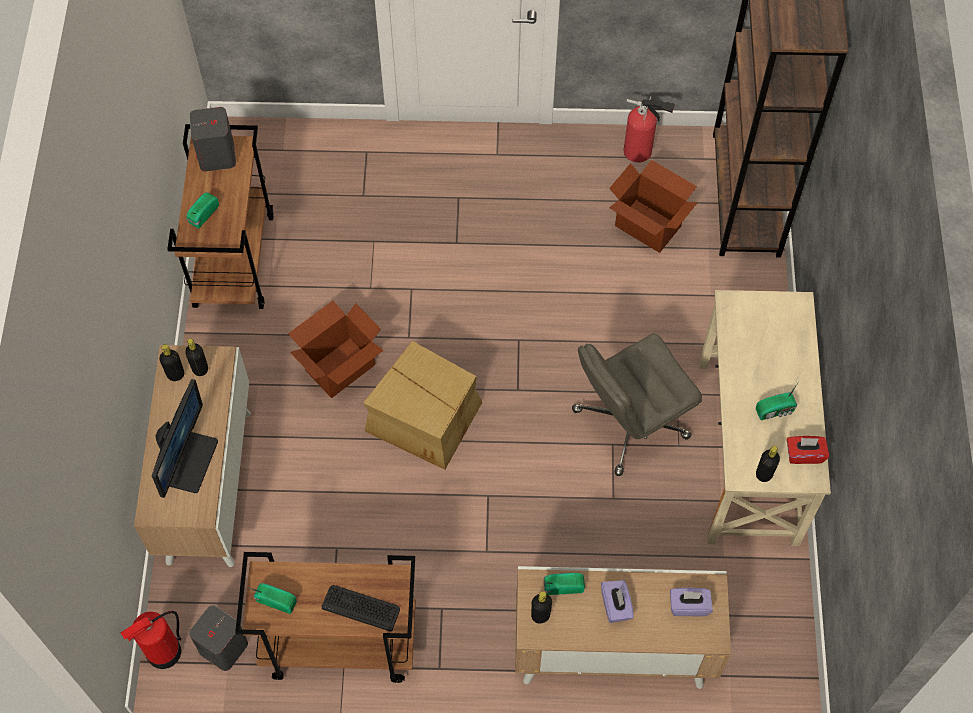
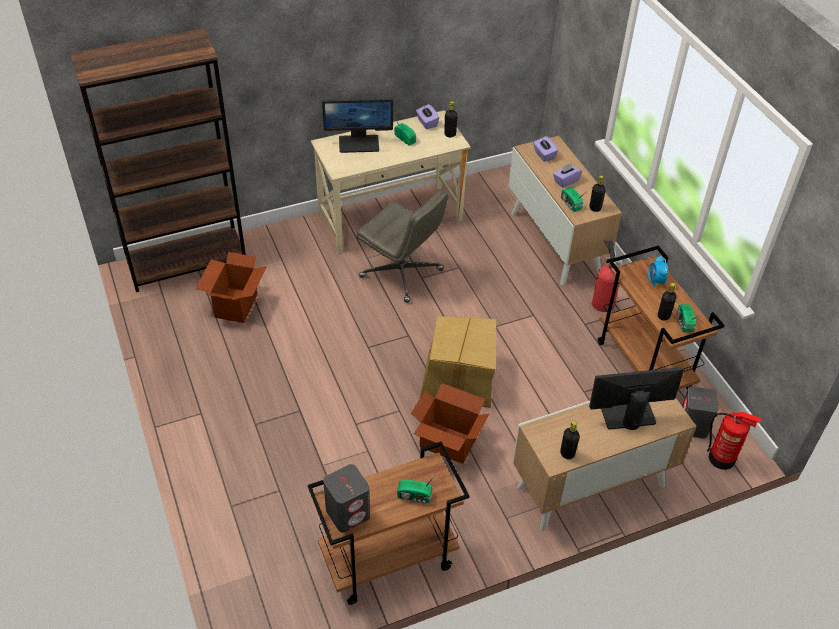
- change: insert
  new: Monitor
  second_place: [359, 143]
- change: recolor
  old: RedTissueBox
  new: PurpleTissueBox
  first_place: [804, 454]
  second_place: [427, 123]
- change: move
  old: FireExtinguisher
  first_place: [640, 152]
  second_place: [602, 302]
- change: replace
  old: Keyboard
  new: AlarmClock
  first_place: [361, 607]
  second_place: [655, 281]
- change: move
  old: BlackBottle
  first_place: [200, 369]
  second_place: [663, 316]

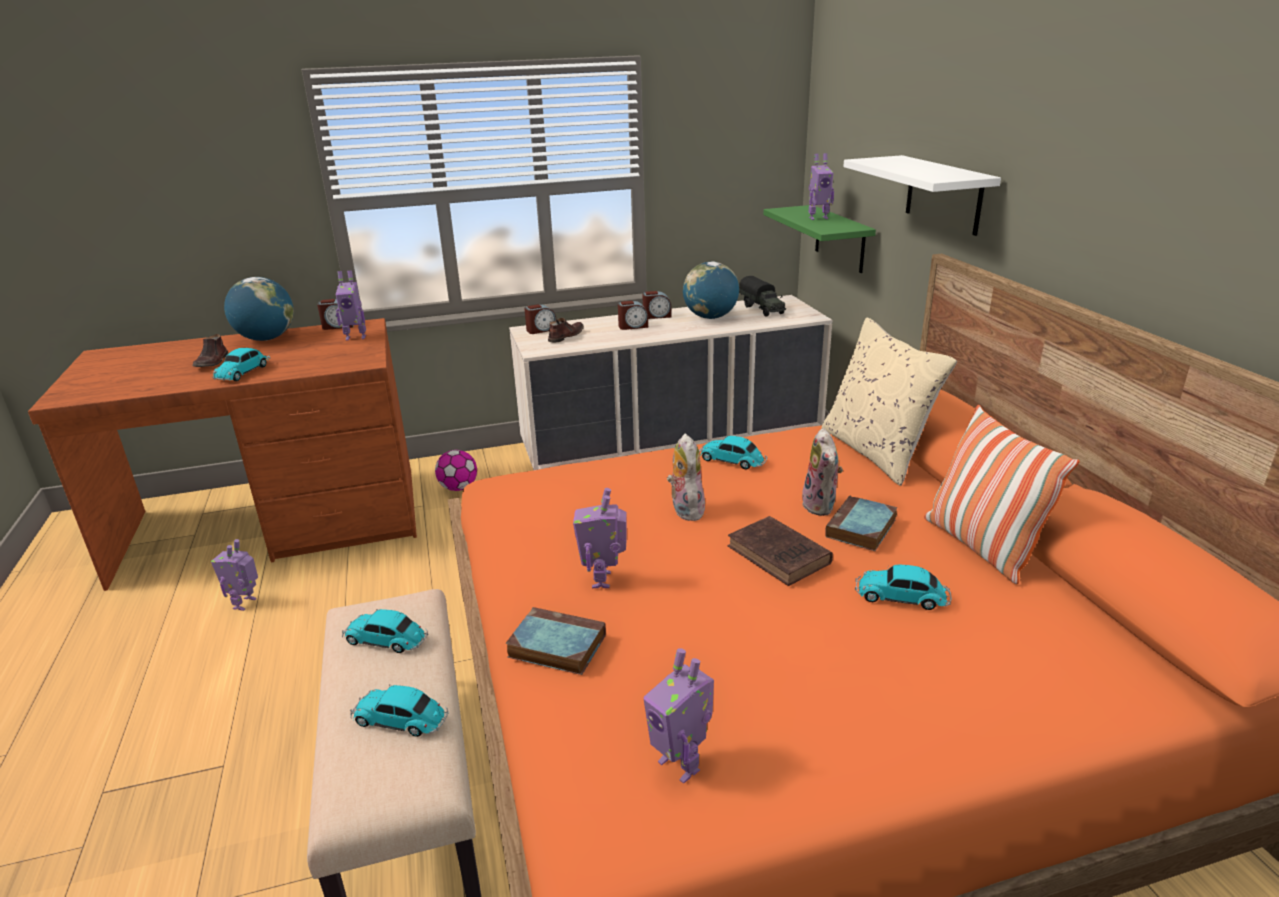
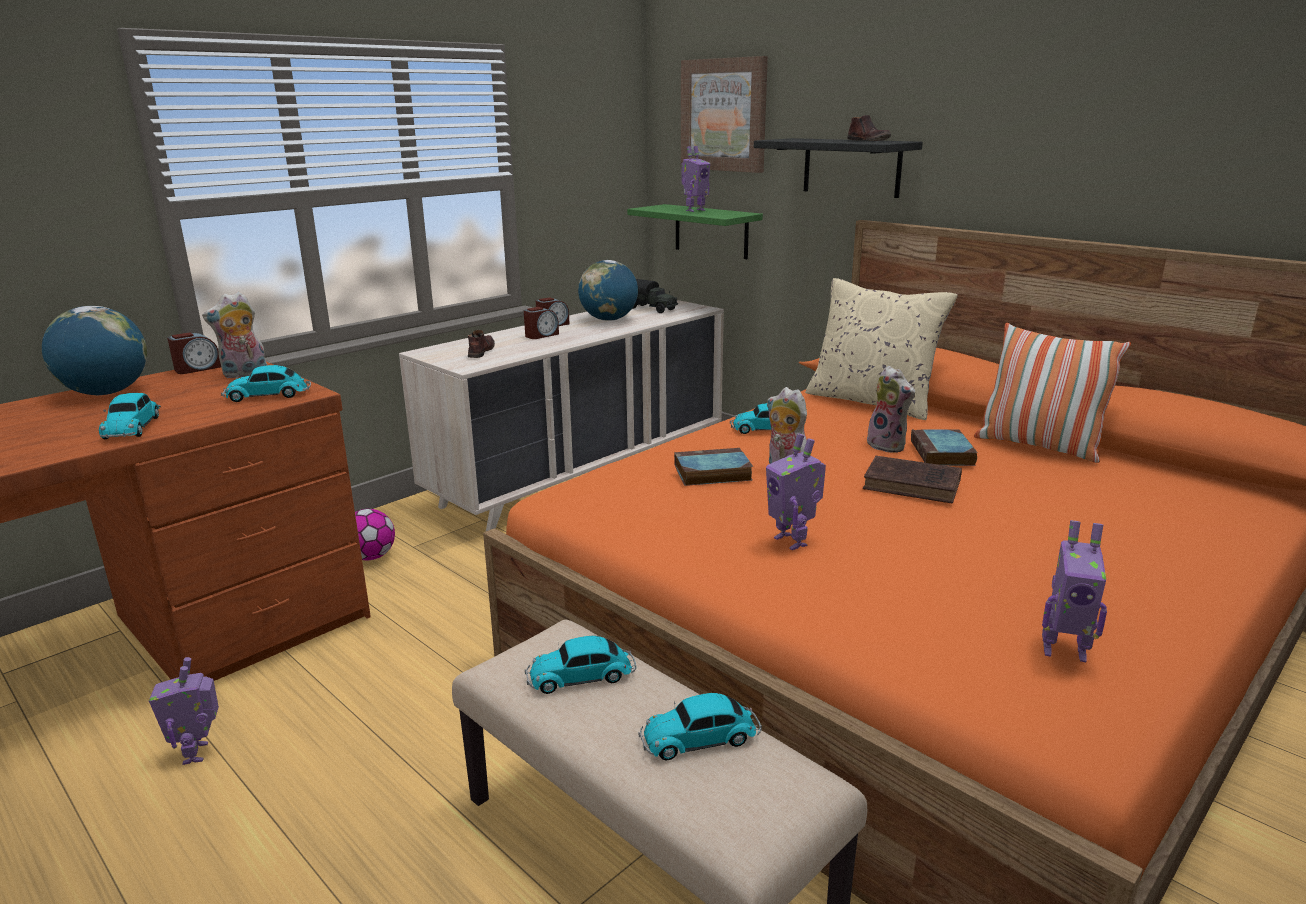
- change: replace
  old: ToyRobot
  new: PlushToy
  first_place: [356, 337]
  second_place: [244, 375]
- change: move
  old: ToyCar
  first_place: [903, 597]
  second_place: [269, 395]
- change: move
  old: Book
  first_place: [554, 646]
  second_place: [711, 473]
- change: insert
  new: Picture
  second_place: [724, 115]
- change: recolor
  old: WhiteShelf
  new: BlackShelf
  first_place: [943, 194]
  second_place: [851, 167]
- change: move
  old: BrownShoe
  first_place: [212, 362]
  second_place: [869, 140]
- change: delete
  old: AlarmClock
  first_place: [541, 330]

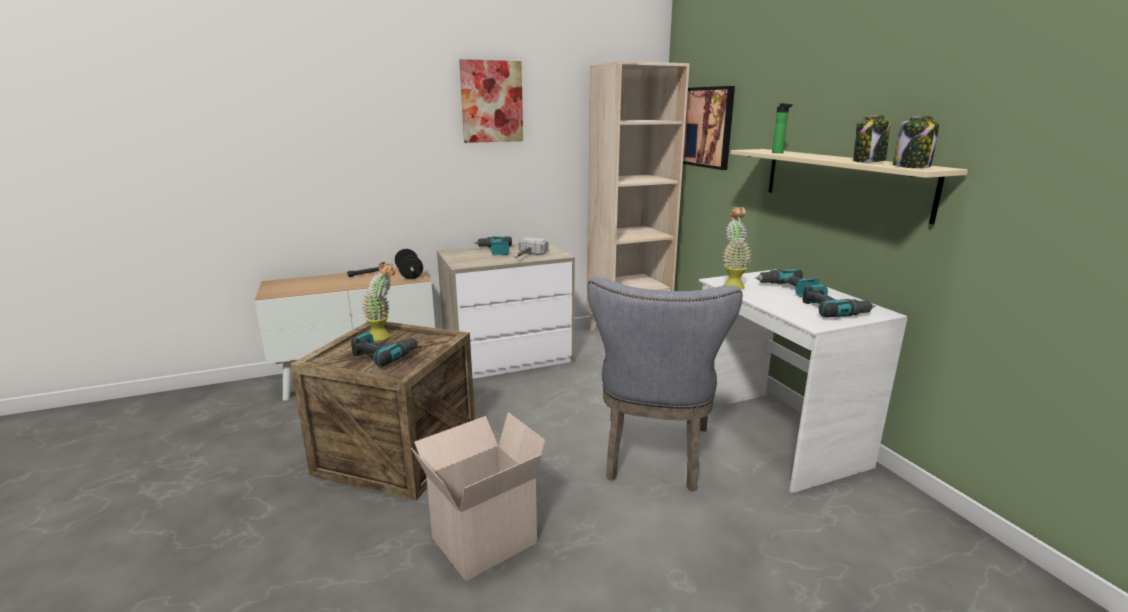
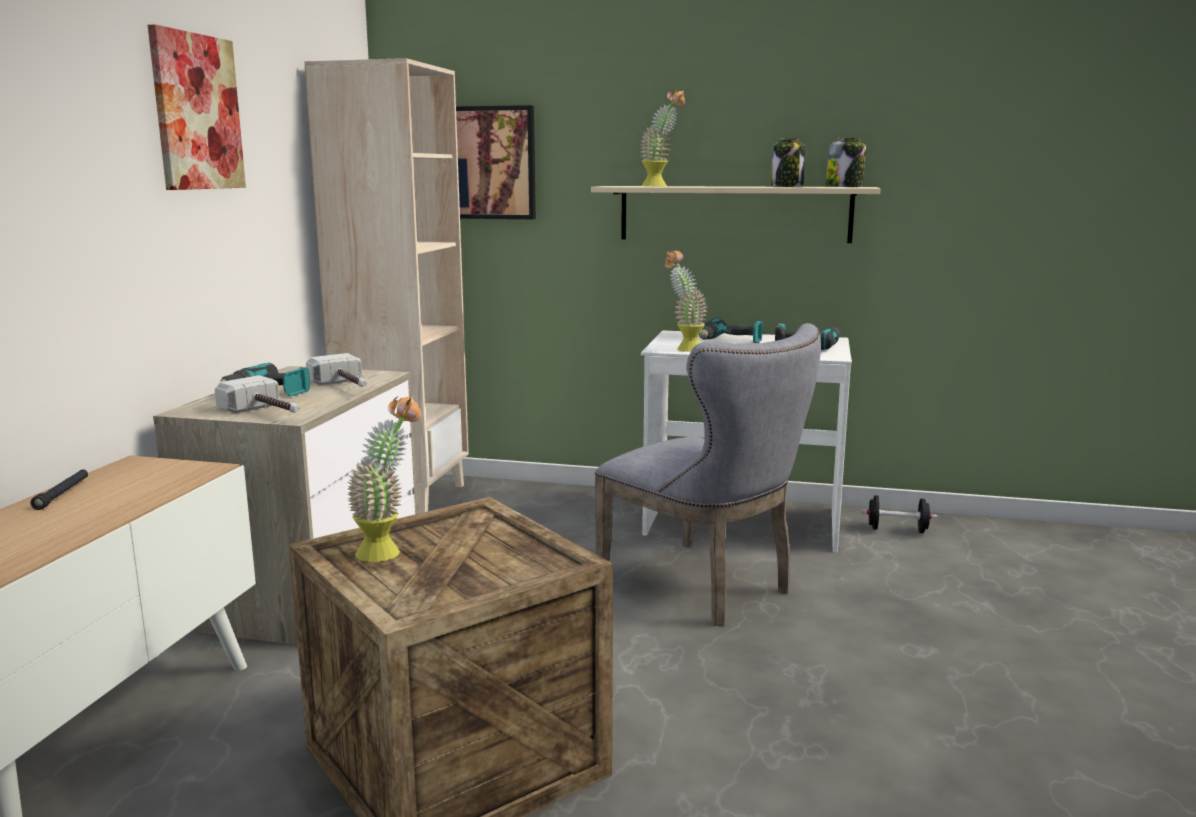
- change: insert
  new: Hammer
  second_place: [268, 413]
- change: replace
  old: Bottle
  new: PottedPlant
  first_place: [778, 153]
  second_place: [661, 186]
- change: move
  old: BlackDumbbell
  first_place: [409, 274]
  second_place: [897, 530]
- change: delete
  old: PowerDrill
  first_place: [384, 355]
- change: delete
  old: CardboardBox
  first_place: [484, 538]

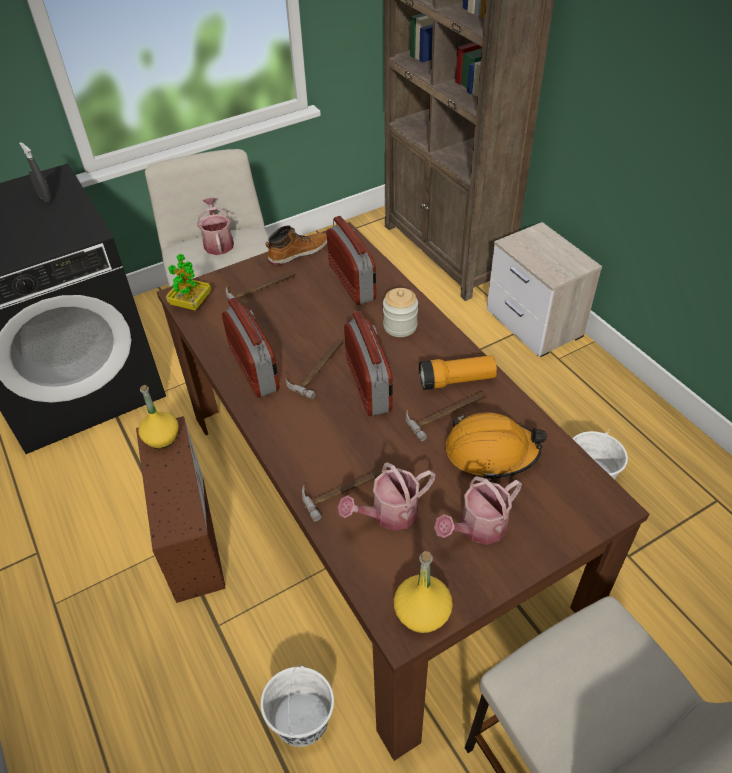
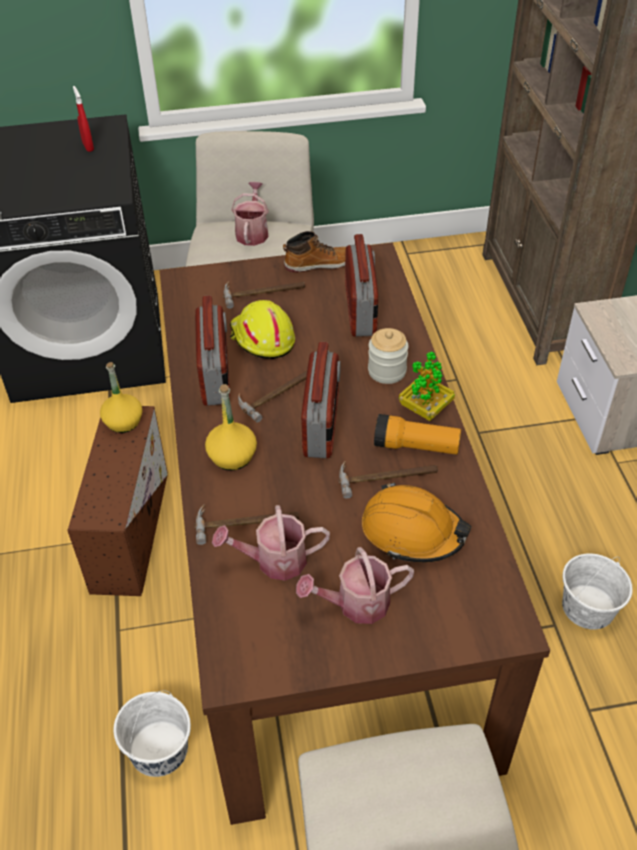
- change: recolor
  old: GreySprayBottle
  new: RedSprayBottle
  first_place: [45, 198]
  second_place: [88, 146]
- change: move
  old: YellowBottle
  first_place: [422, 612]
  second_place: [232, 456]
- change: insert
  new: YellowHardHat
  second_place: [261, 339]
- change: move
  old: PottedPlant
  first_place: [191, 304]
  second_place: [425, 409]

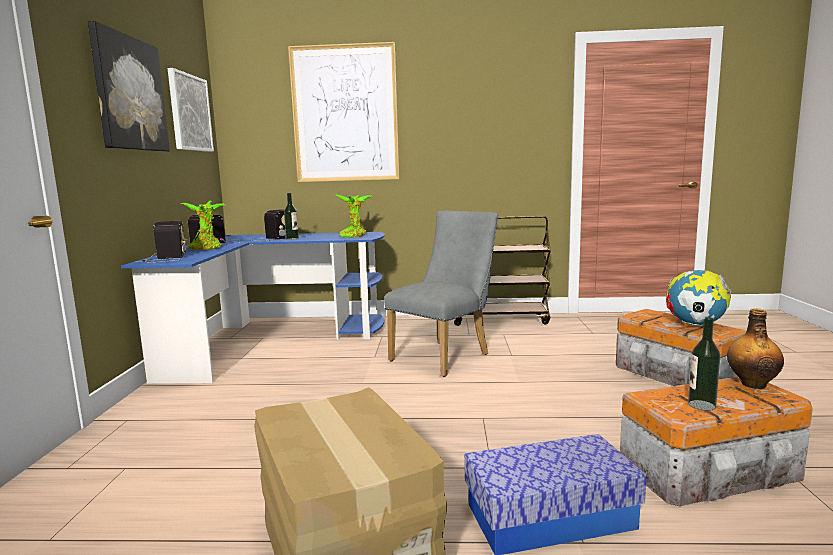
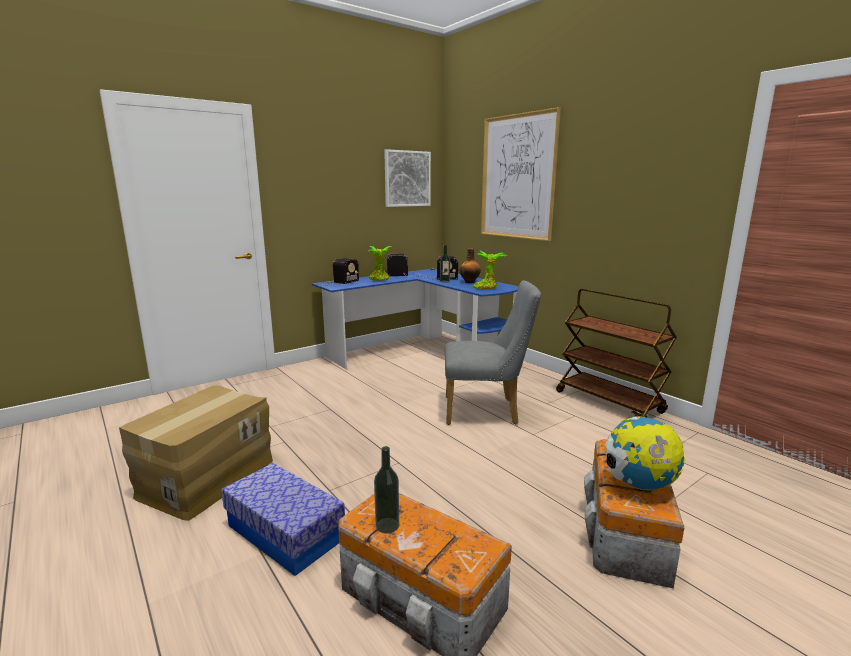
- change: move
  old: Bottle
  first_place: [752, 384]
  second_place: [470, 282]
- change: delete
  old: Picture
  first_place: [129, 94]

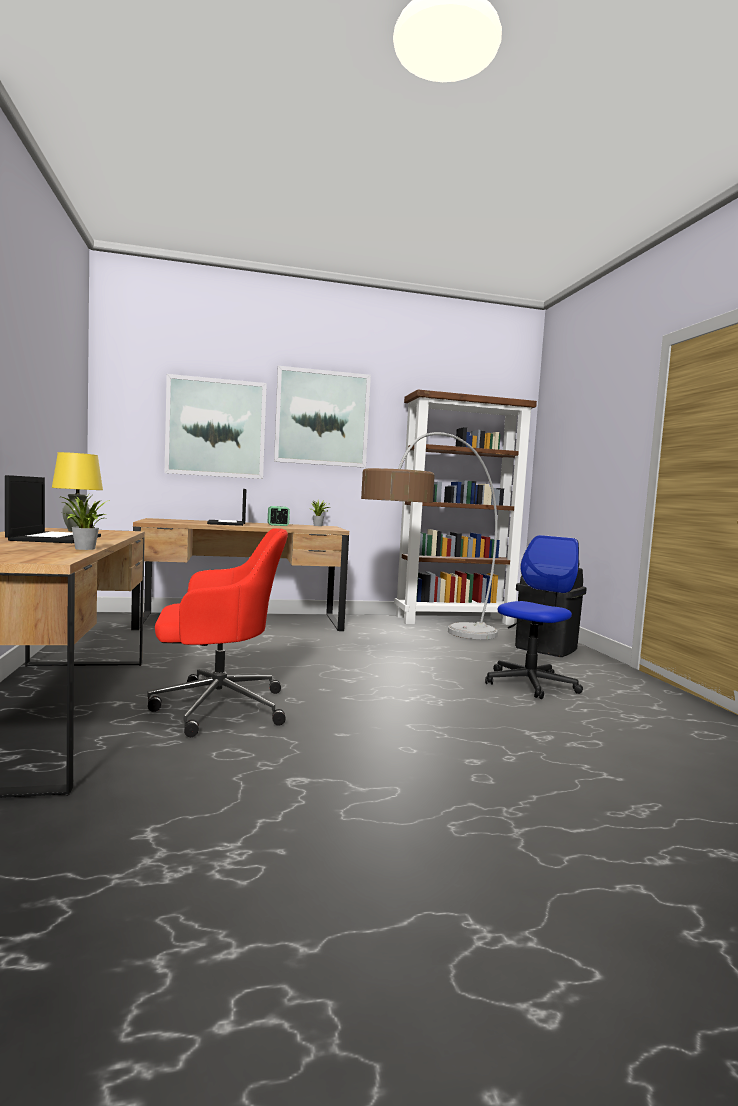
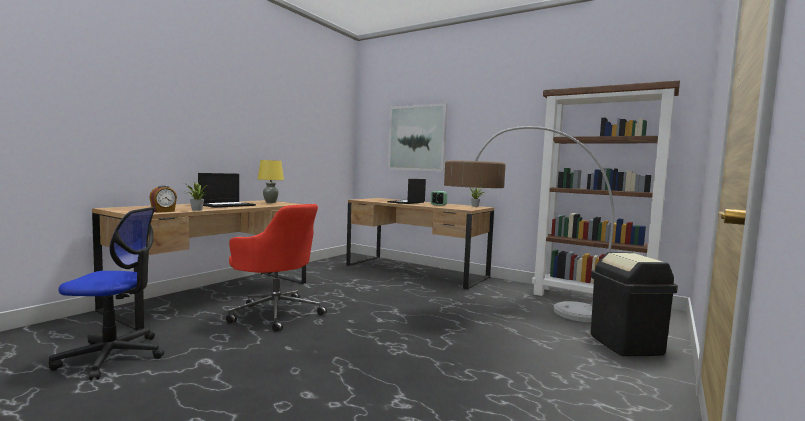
- change: move
  old: OfficeChair
  first_place: [530, 684]
  second_place: [113, 356]
- change: insert
  new: AlarmClock
  second_place: [163, 211]
- change: delete
  old: Picture
  first_place: [322, 418]

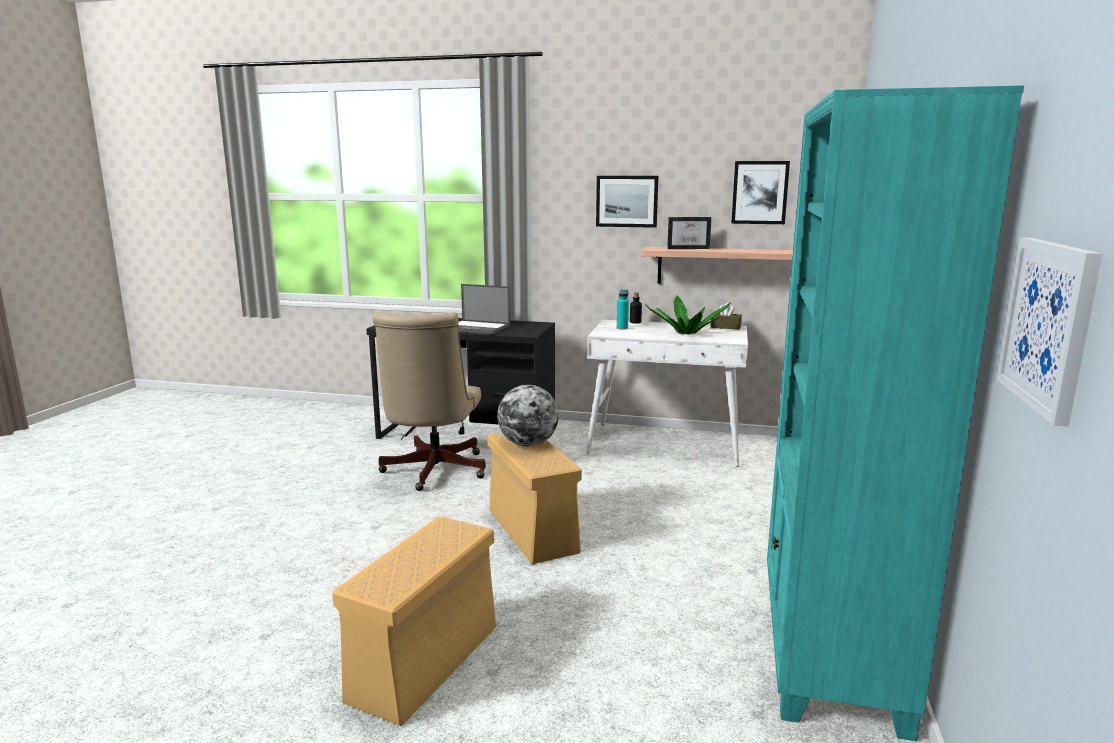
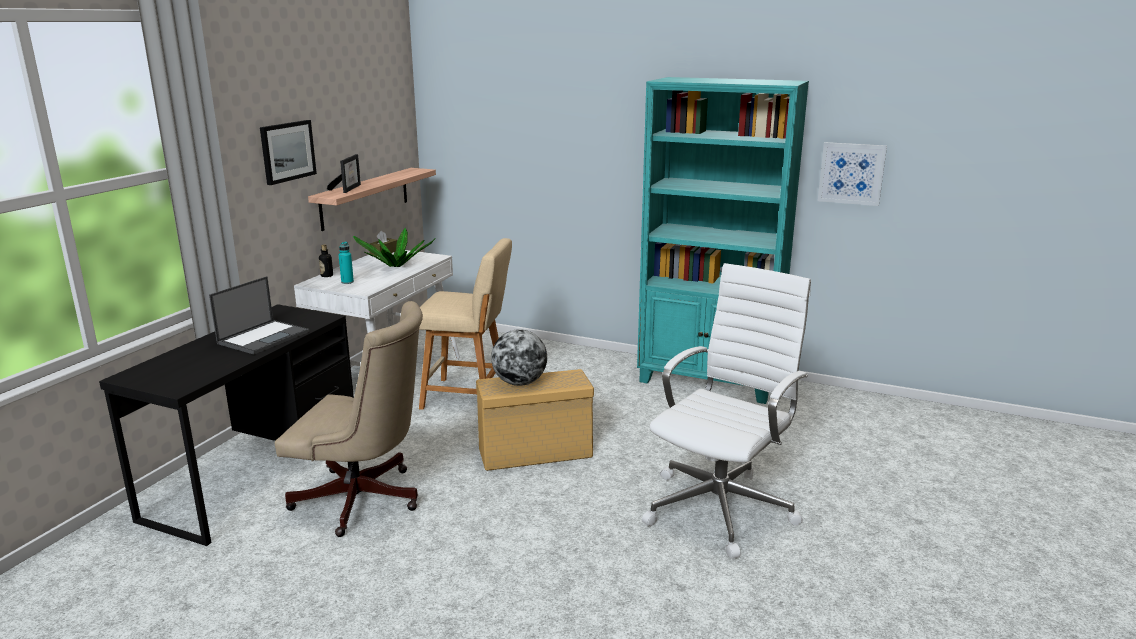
- change: insert
  new: BeigeStool
  second_place: [469, 396]
- change: replace
  old: BeigeStorageBox
  new: WhiteOfficeChair
  first_place: [423, 664]
  second_place: [721, 507]
- change: delete
  old: Picture
  first_place: [759, 192]

